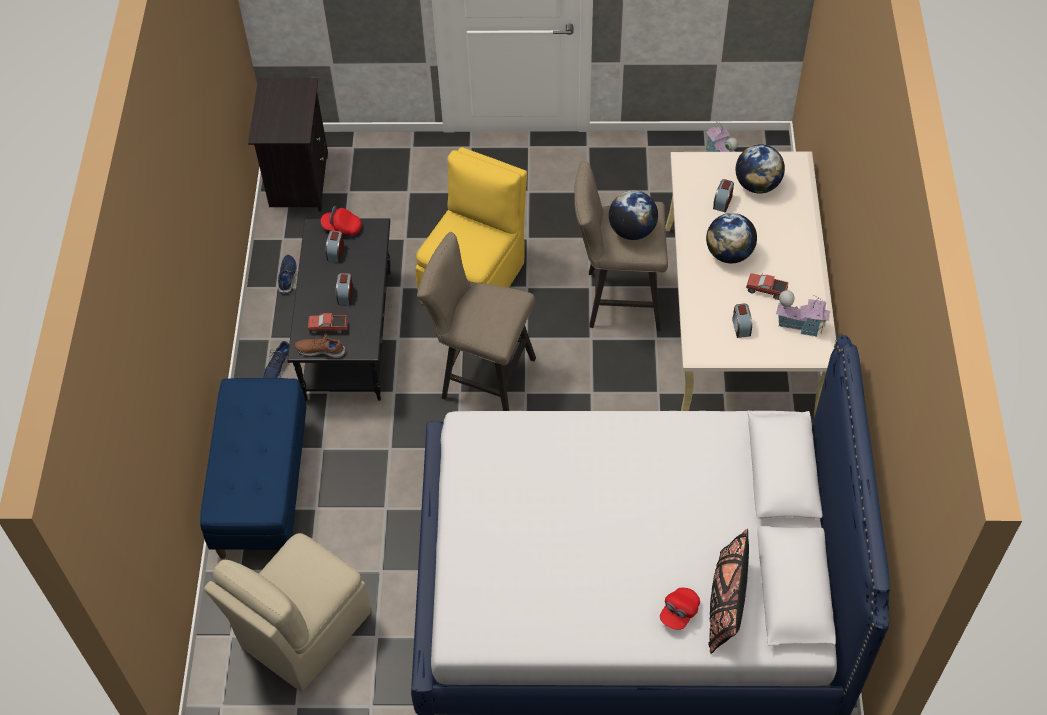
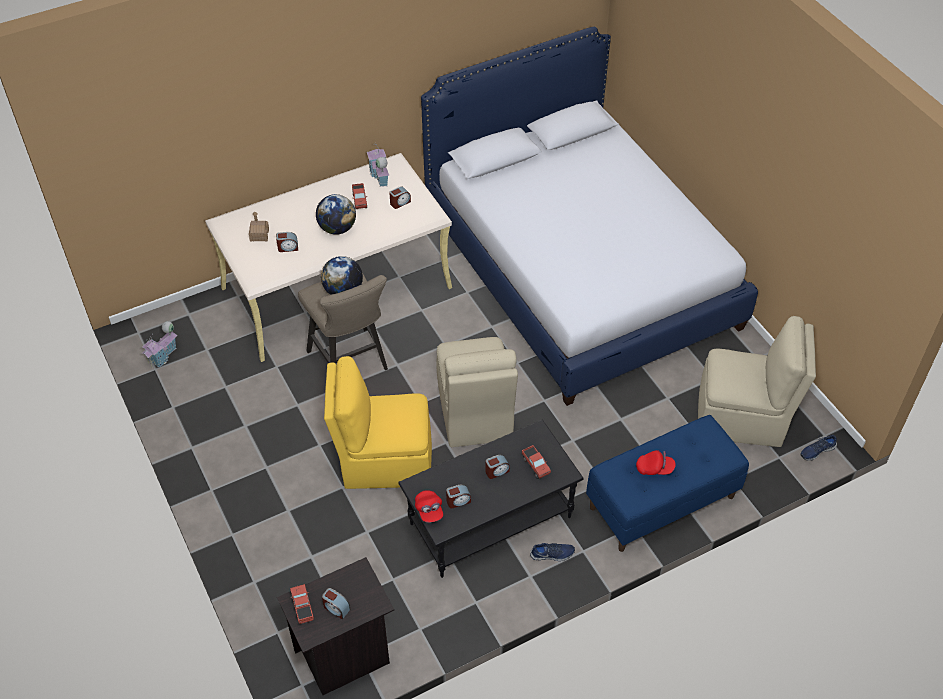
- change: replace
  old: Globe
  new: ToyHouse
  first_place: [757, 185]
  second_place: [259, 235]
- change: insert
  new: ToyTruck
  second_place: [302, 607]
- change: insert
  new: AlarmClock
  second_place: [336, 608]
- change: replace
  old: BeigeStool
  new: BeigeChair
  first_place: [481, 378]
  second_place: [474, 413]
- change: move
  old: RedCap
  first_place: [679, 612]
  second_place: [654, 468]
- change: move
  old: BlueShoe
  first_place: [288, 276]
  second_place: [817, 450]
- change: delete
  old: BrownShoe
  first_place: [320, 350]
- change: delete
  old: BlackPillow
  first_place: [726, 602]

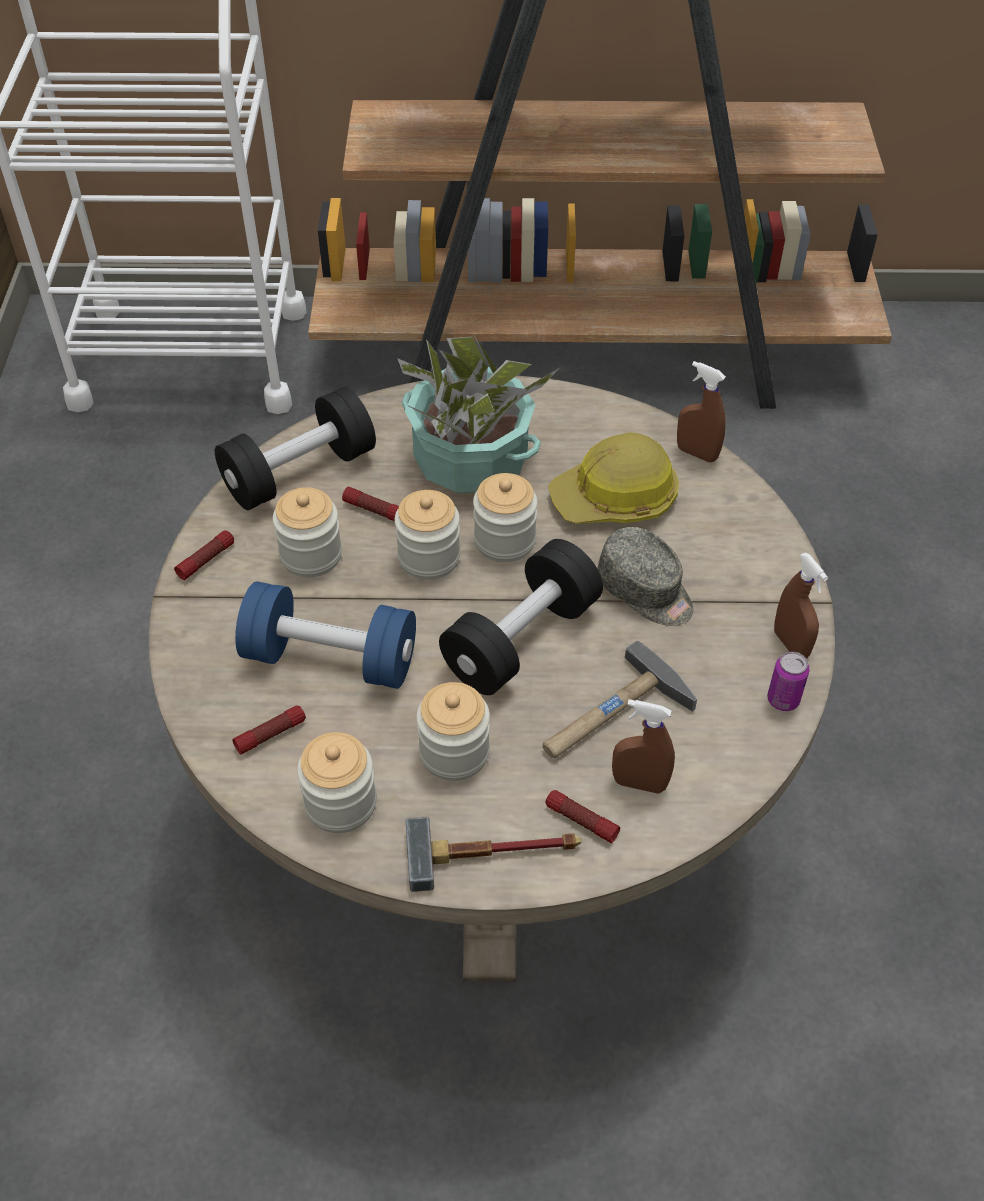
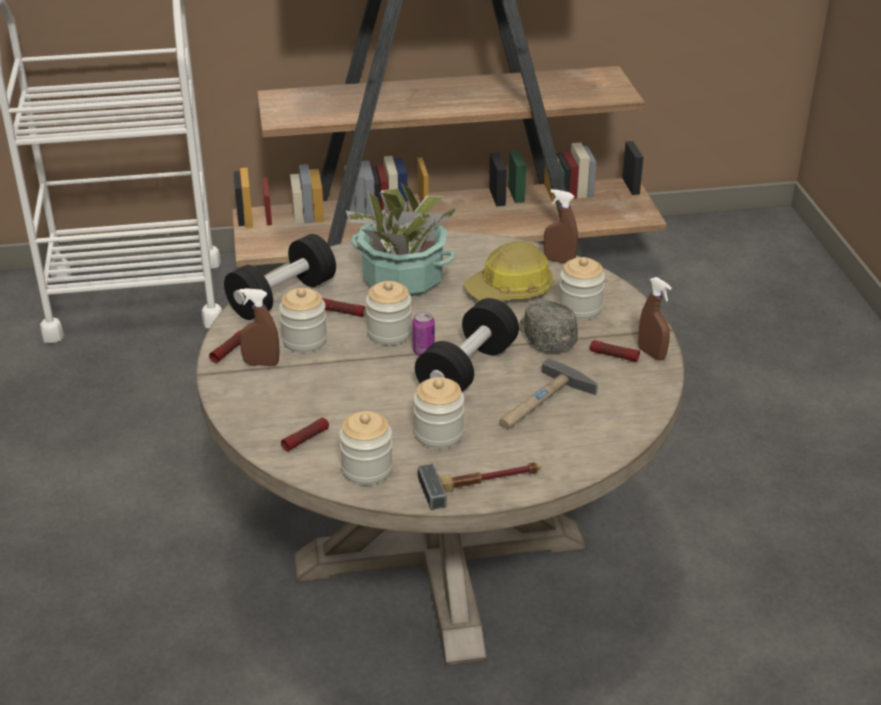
- change: move
  old: BrownSprayBottle
  first_place: [639, 783]
  second_place: [261, 363]
- change: move
  old: Can
  first_place: [783, 700]
  second_place: [423, 351]
- change: rotate
  old: GreyCap
  first_place: [646, 591]
  second_place: [545, 336]
  degrees: -150
- change: move
  old: Jar
  first_place: [504, 540]
  second_place: [580, 309]
- change: move
  old: Flashlight
  first_place: [581, 821]
  second_place: [614, 356]
- change: delete
  old: BlueDumbbell
  first_place: [330, 658]

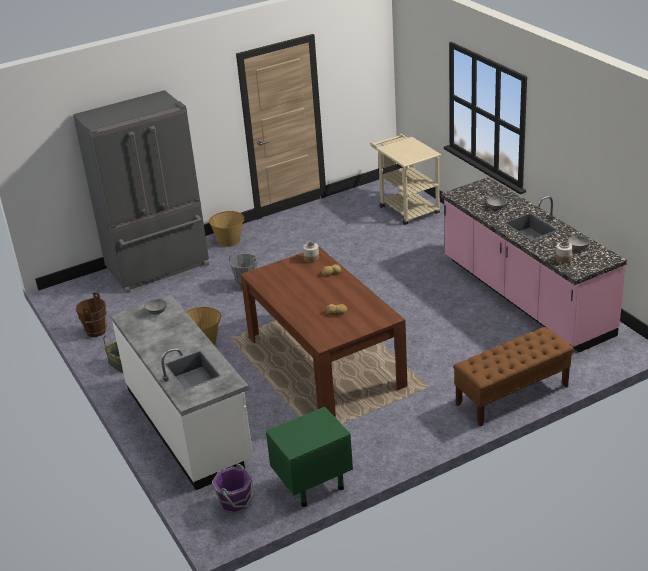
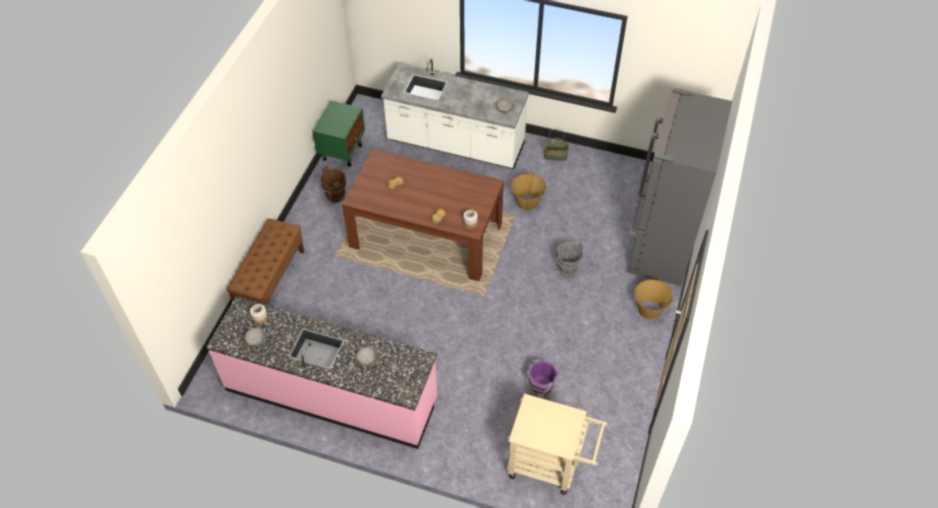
- change: move
  old: BrownBucket
  first_place: [96, 331]
  second_place: [336, 195]
- change: move
  old: PurpleBucket
  first_place: [236, 502]
  second_place: [541, 385]

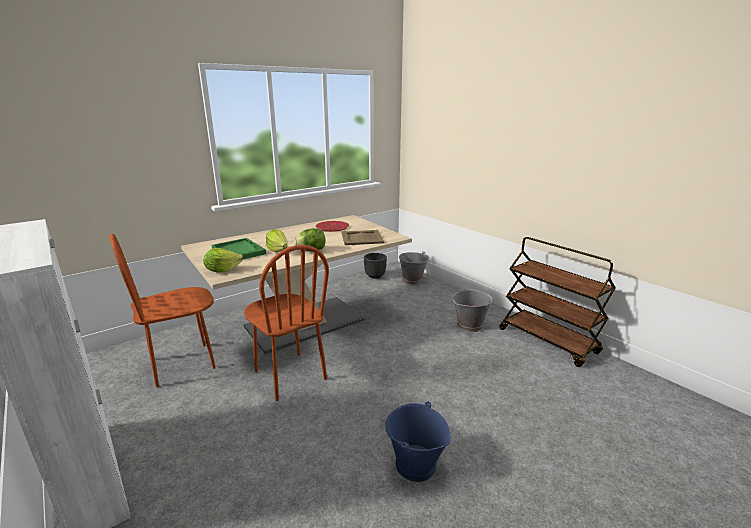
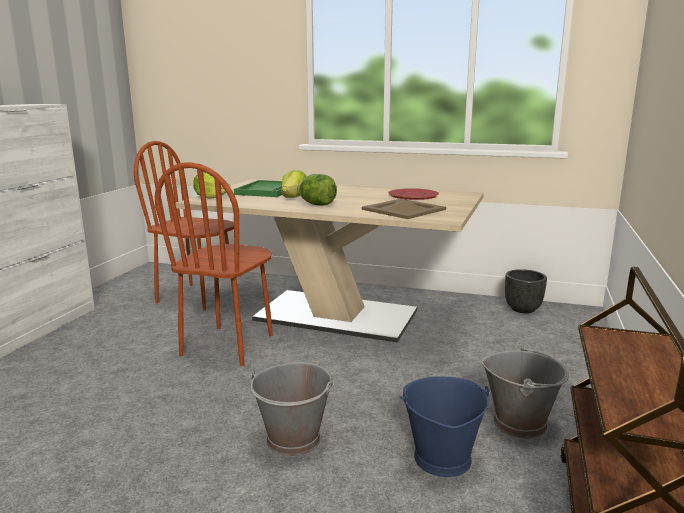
- change: move
  old: GreyBucket
  first_place: [412, 280]
  second_place: [294, 440]
- change: move
  old: BlueBucket
  first_place: [415, 465]
  second_place: [441, 458]

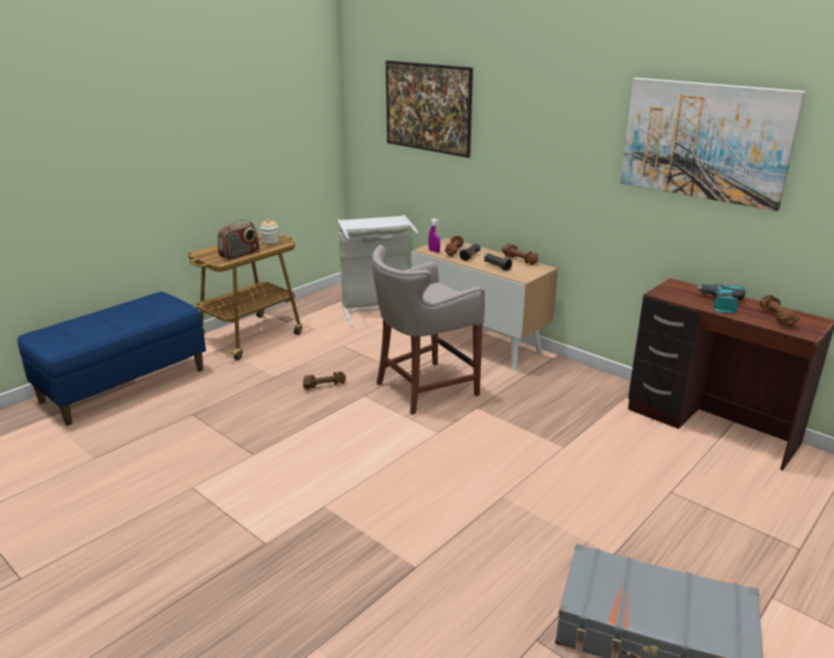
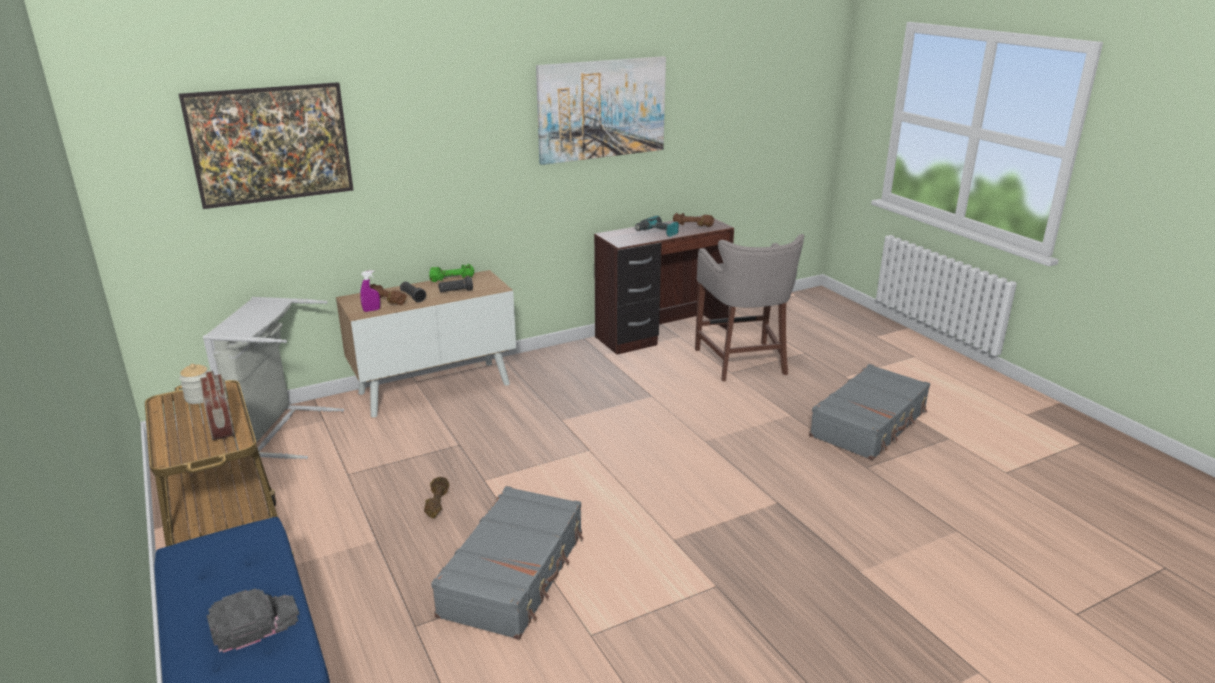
- change: insert
  new: BlackCap
  second_place: [254, 622]
- change: recolor
  old: BrownDumbbell
  new: GreenDumbbell
  first_place: [520, 260]
  second_place: [452, 279]
- change: insert
  new: GreySuitcase
  second_place: [514, 573]
- change: move
  old: GreyStool
  first_place: [423, 389]
  second_place: [743, 362]

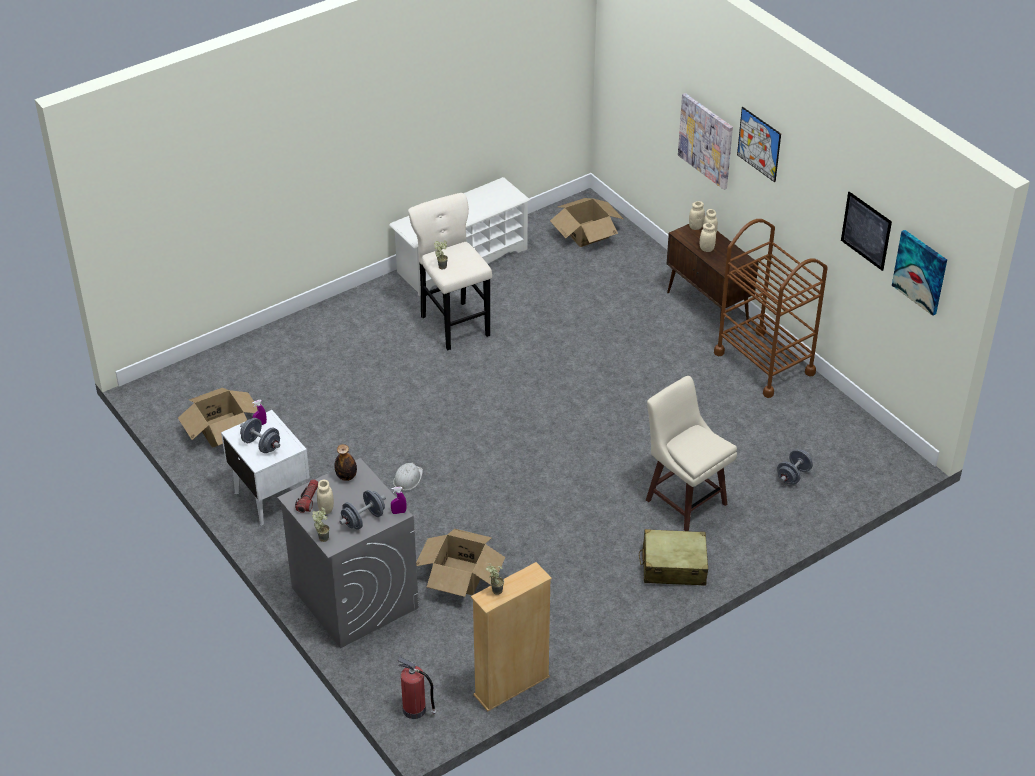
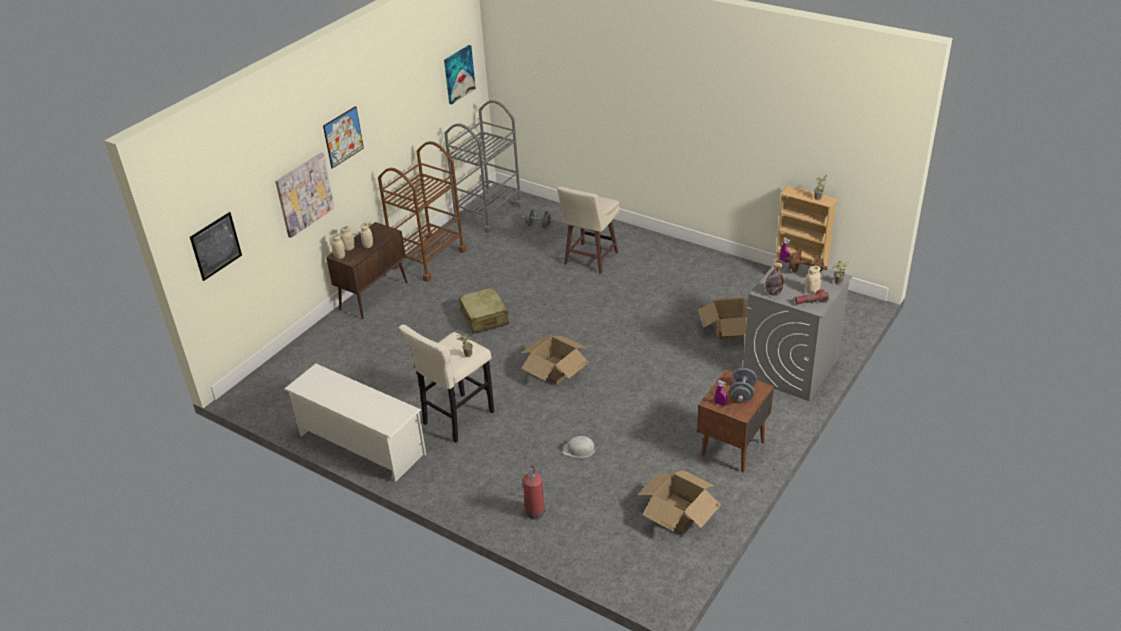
- change: move
  old: Picture
  first_place: [866, 230]
  second_place: [216, 246]
- change: insert
  new: GreyCart
  second_place: [488, 213]
- change: move
  old: BeigeSuitcase
  first_place: [673, 566]
  second_place: [484, 318]
- change: move
  old: CardboardBox
  first_place: [586, 233]
  second_place: [555, 370]
- change: move
  old: FireExtinguisher
  first_place: [415, 710]
  second_place: [535, 511]
- change: move
  old: WhiteHardHat
  first_place: [407, 479]
  second_place: [579, 450]
- change: recolor
  old: WhiteNightstand
  new: BrownNightstand
  first_place: [270, 497]
  second_place: [732, 449]
- change: recolor
  old: GreyDumbbell
  new: BrownDumbbell
  first_place: [363, 519]
  second_place: [805, 272]

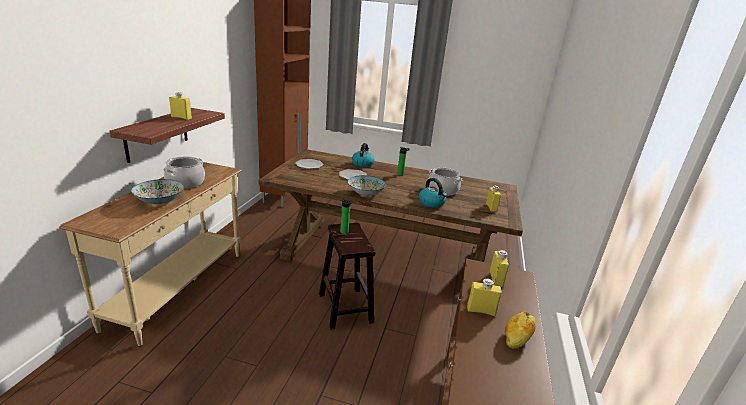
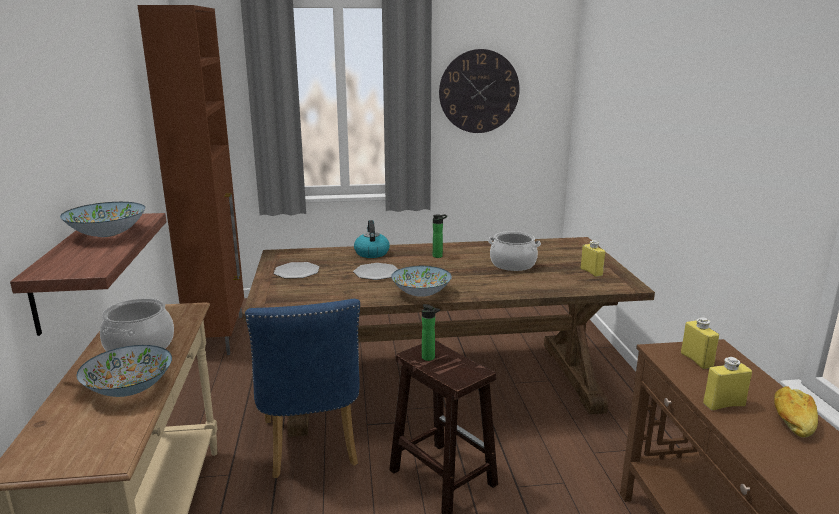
- change: replace
  old: YellowBottle
  new: Bowl
  first_place: [181, 117]
  second_place: [107, 234]
- change: insert
  new: BlueChair
  second_place: [311, 448]
- change: insert
  new: WallClock
  second_place: [479, 91]
- change: delete
  old: Kettle
  first_place: [432, 203]

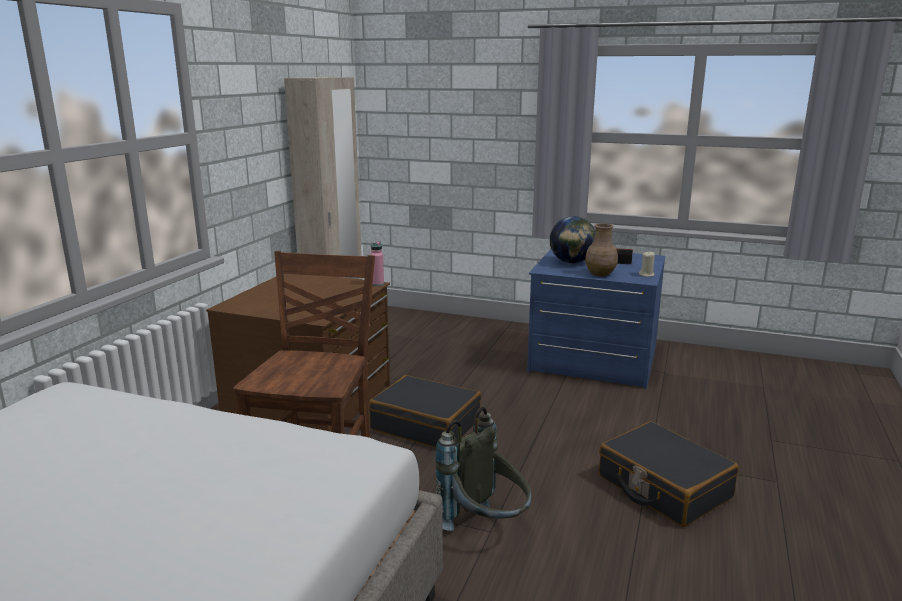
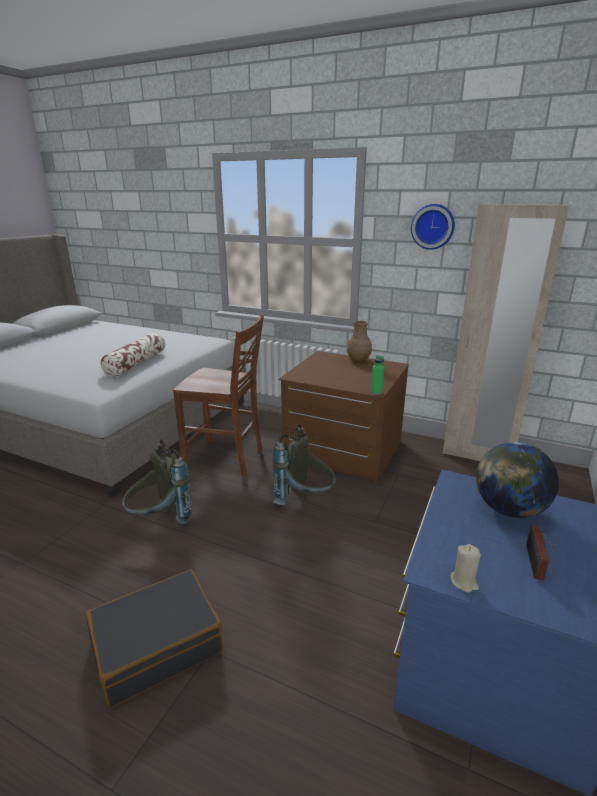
- change: insert
  new: Pillow
  second_place: [136, 364]
- change: replace
  old: BlackSuitcase
  new: GreyBackpack
  first_place: [426, 425]
  second_place: [305, 500]
- change: move
  old: BrownVase
  first_place: [600, 274]
  second_place: [358, 360]
- change: recolor
  old: PinkBottle
  new: GreenBottle
  first_place: [377, 284]
  second_place: [376, 392]
- change: insert
  new: WallClock
  second_place: [433, 226]

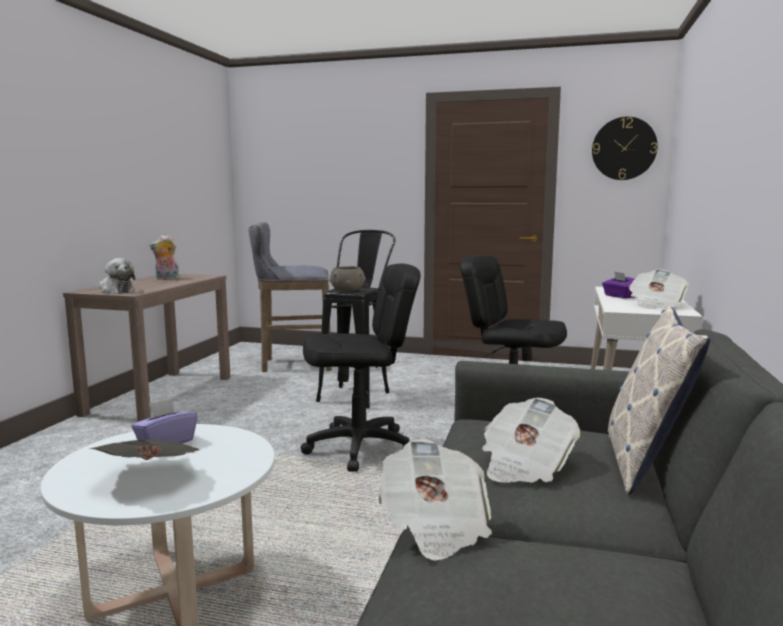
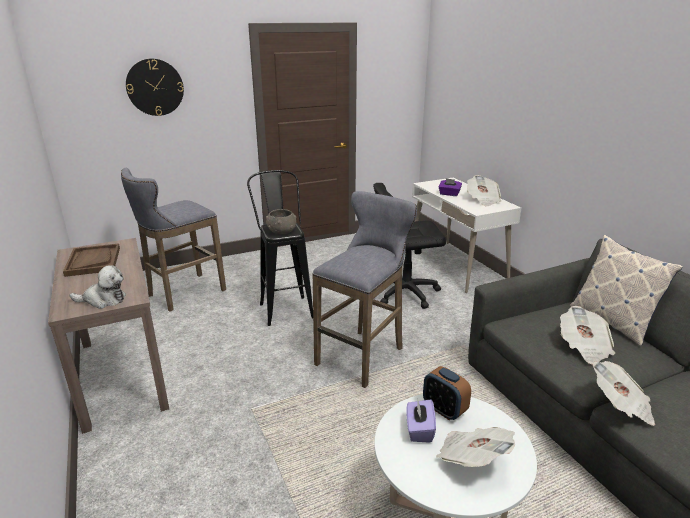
- change: replace
  old: PlushToy
  new: BrownTray
  first_place: [166, 279]
  second_place: [93, 261]
- change: move
  old: WallClock
  first_place: [624, 148]
  second_place: [155, 87]
- change: replace
  old: BlackOfficeChair
  new: GreyStool
  first_place: [360, 447]
  second_place: [363, 354]
- change: insert
  new: AlarmClock
  second_place: [444, 410]

